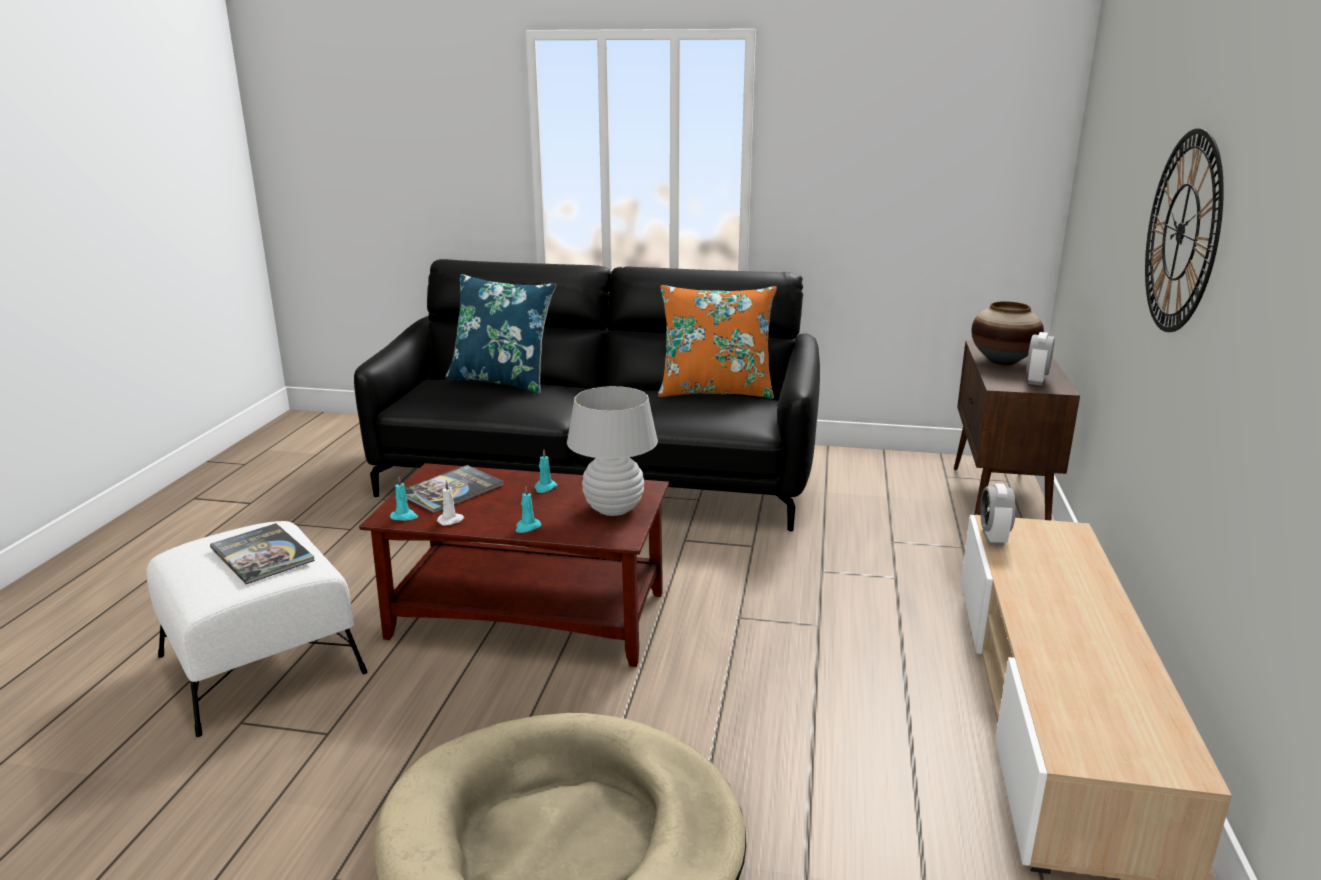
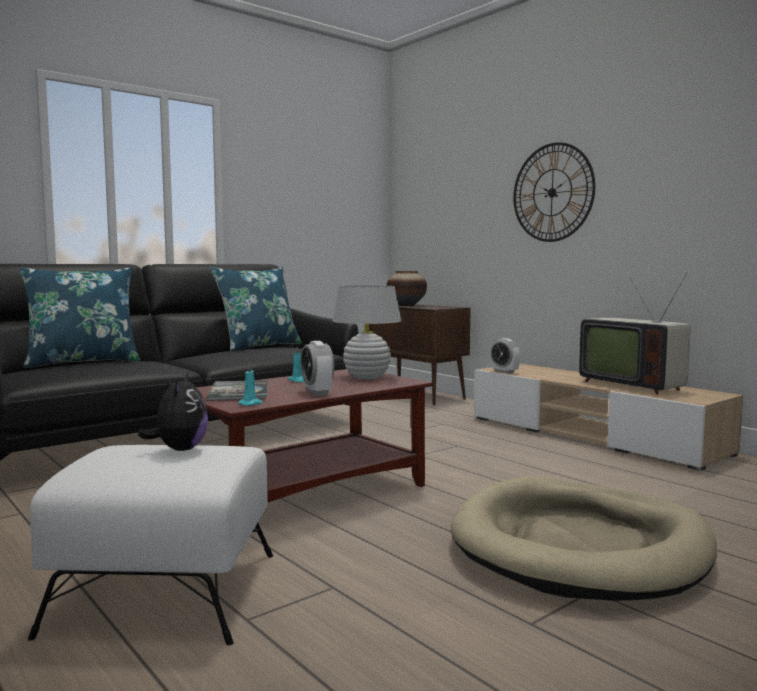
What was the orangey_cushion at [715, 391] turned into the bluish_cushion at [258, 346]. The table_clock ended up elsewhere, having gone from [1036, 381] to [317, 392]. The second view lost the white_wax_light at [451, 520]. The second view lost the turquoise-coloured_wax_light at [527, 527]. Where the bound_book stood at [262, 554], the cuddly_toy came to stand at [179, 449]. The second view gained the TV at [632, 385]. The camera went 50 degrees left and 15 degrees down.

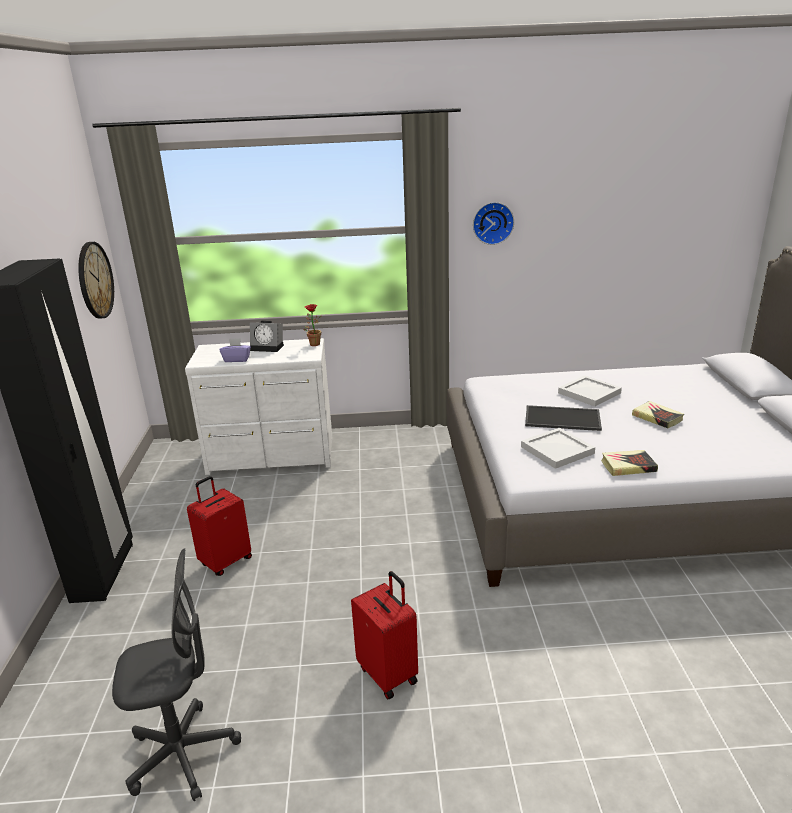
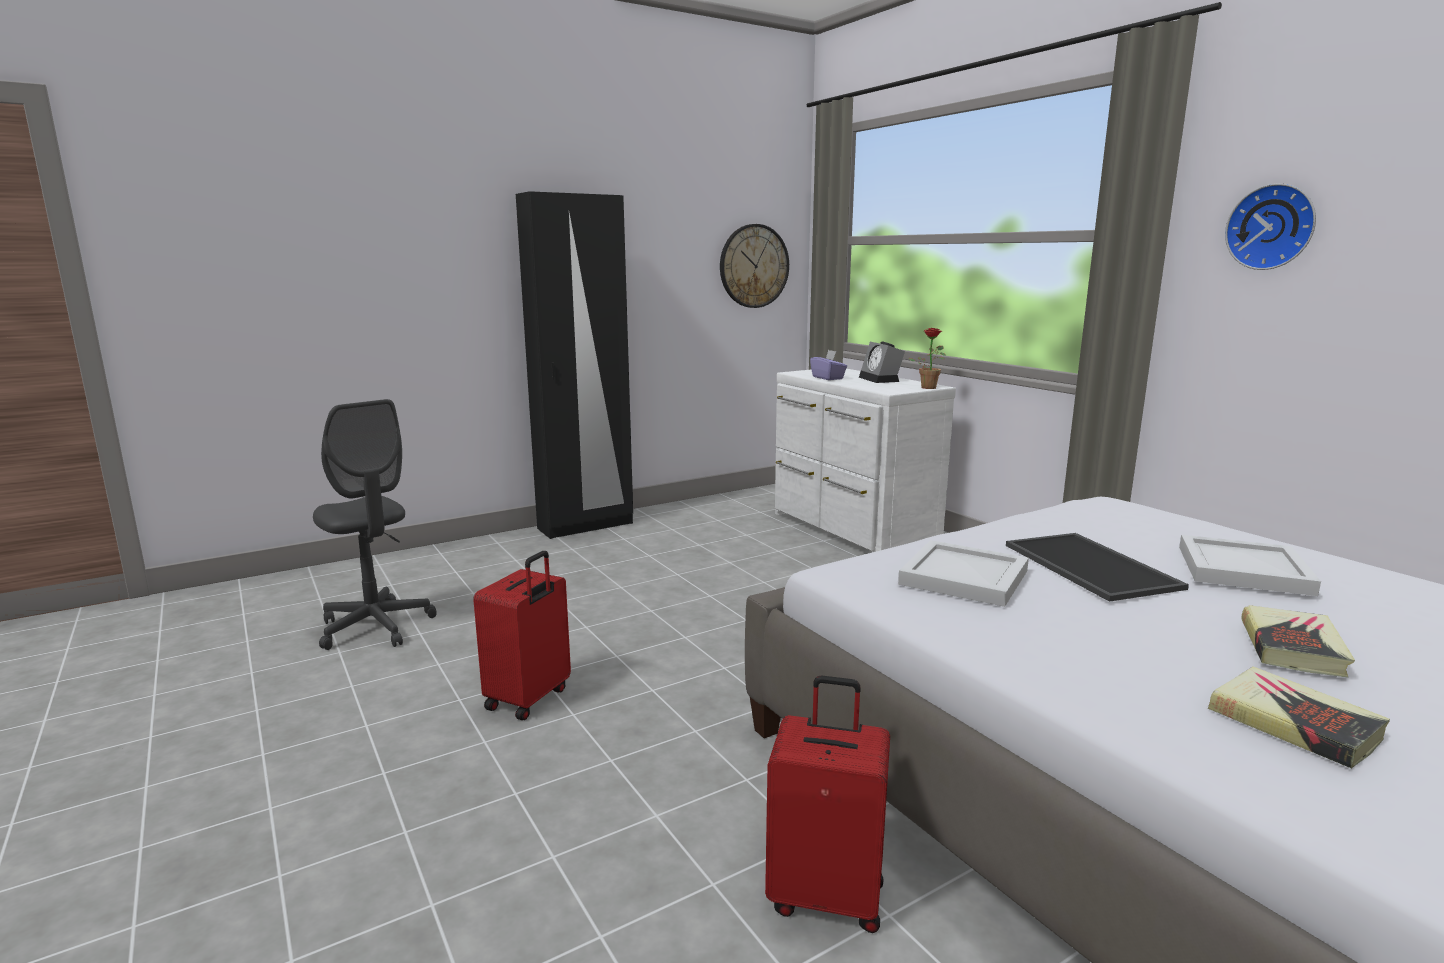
The bound_book ended up elsewhere, having gone from [628, 466] to [1293, 724]. The red_suitcase ended up elsewhere, having gone from [225, 561] to [827, 895]. The camera went 60 degrees right and 10 degrees down.

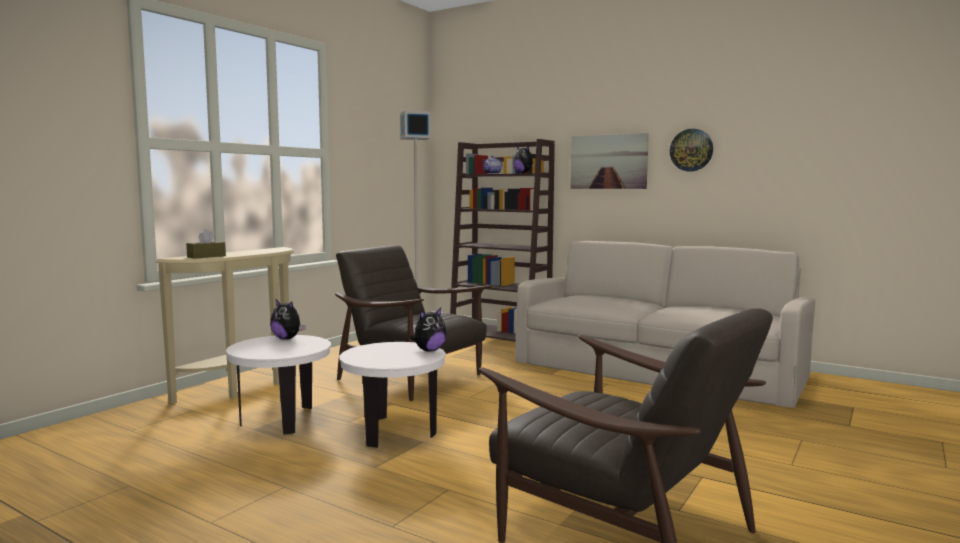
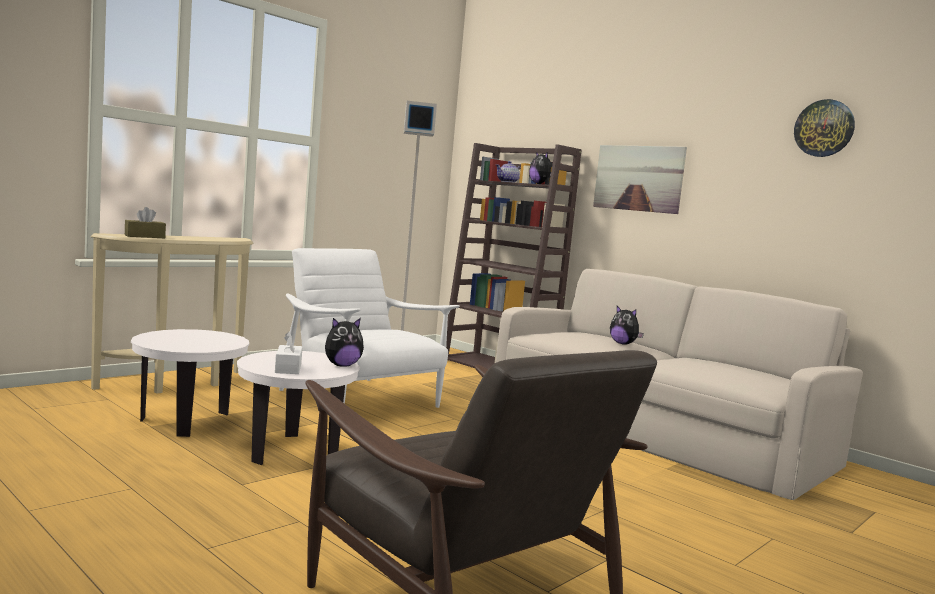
The wall_clock ended up elsewhere, having gone from [691, 150] to [824, 128]. What was the brownish_easy_chair at [412, 378] turned into the white_easy_chair at [361, 400]. The cuddly_toy ended up elsewhere, having gone from [287, 339] to [623, 344]. The second view gained the white_box_of_tissues at [288, 368]. The camera went 10 degrees right and 0 degrees up.

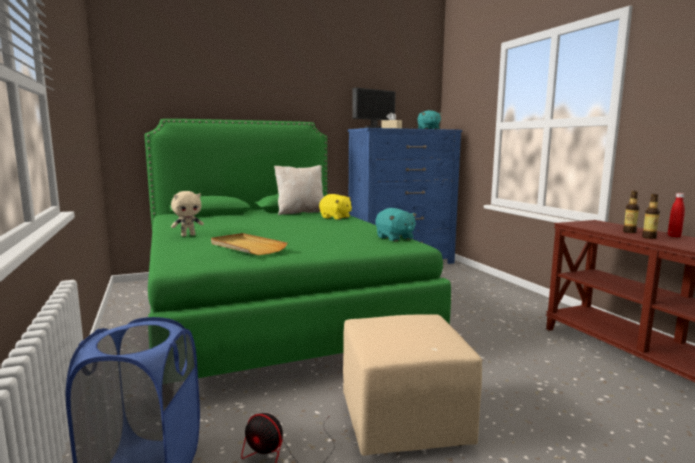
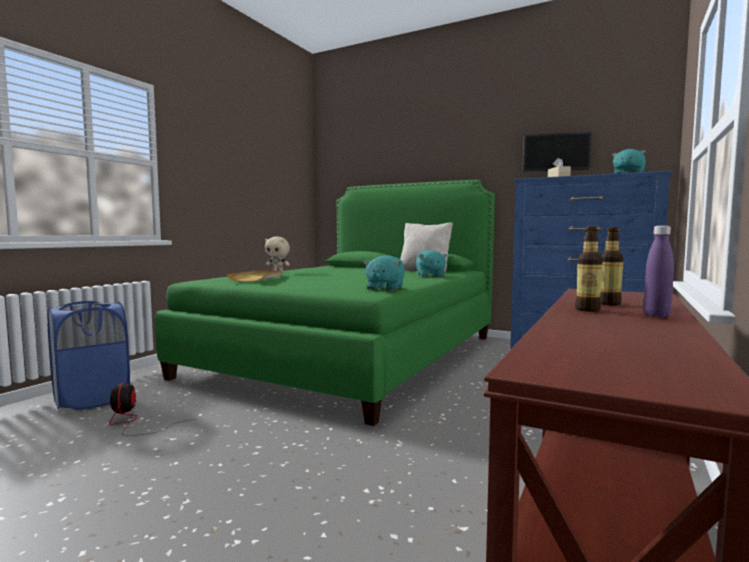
What was the red_bottle at [674, 236] turned into the purplish_bottle at [656, 316]. What was the yellowish_cuddly_toy at [335, 217] turned into the turquoise-coloured_cuddly_toy at [430, 275]. The second view lost the beige-coloured_pouffe at [405, 422]. The camera went 50 degrees right and 5 degrees down.

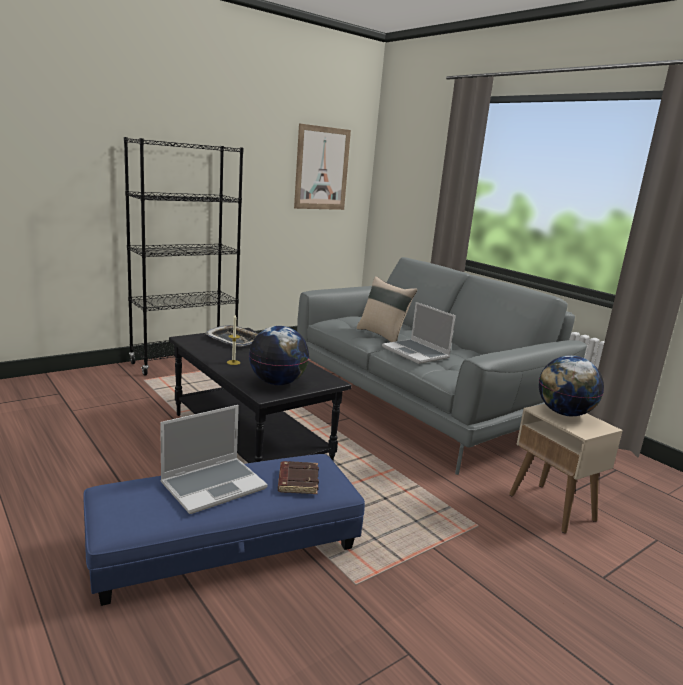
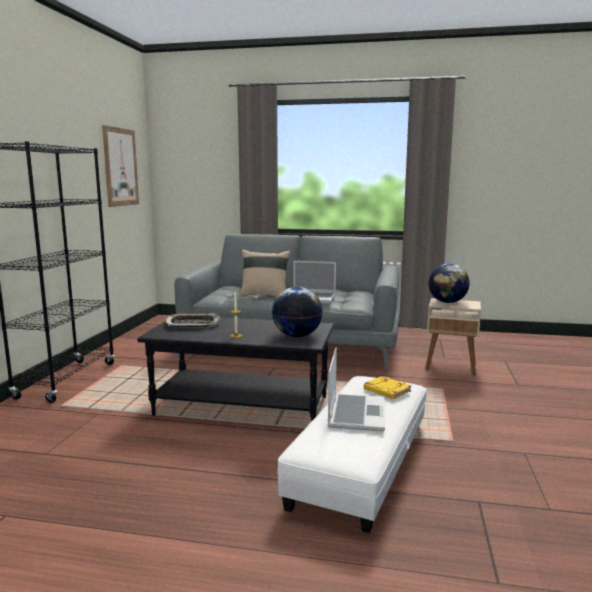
What was the bluish_pouffe at [226, 546] turned into the white_pouffe at [361, 463]. What was the brownish_bound_book at [297, 481] turned into the yellowish_bound_book at [386, 391]. The camera went 40 degrees left and 5 degrees down.

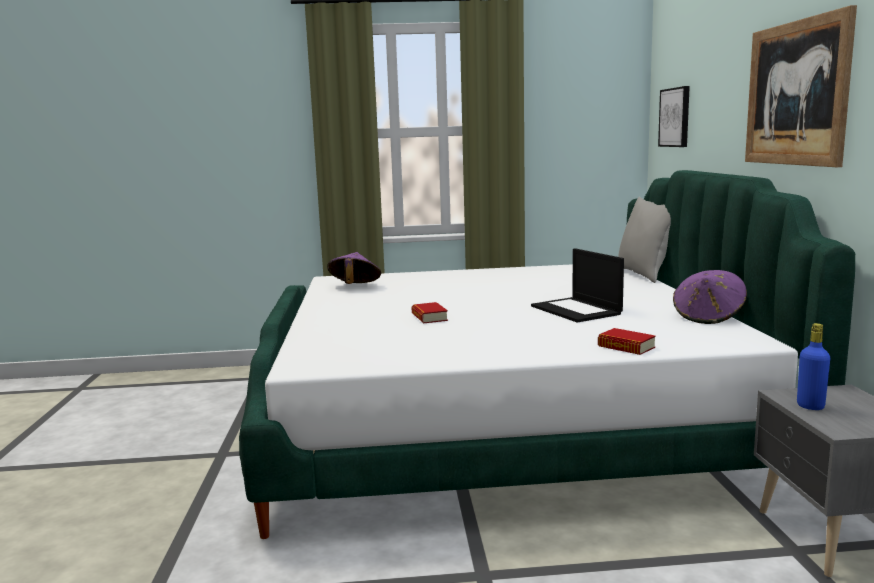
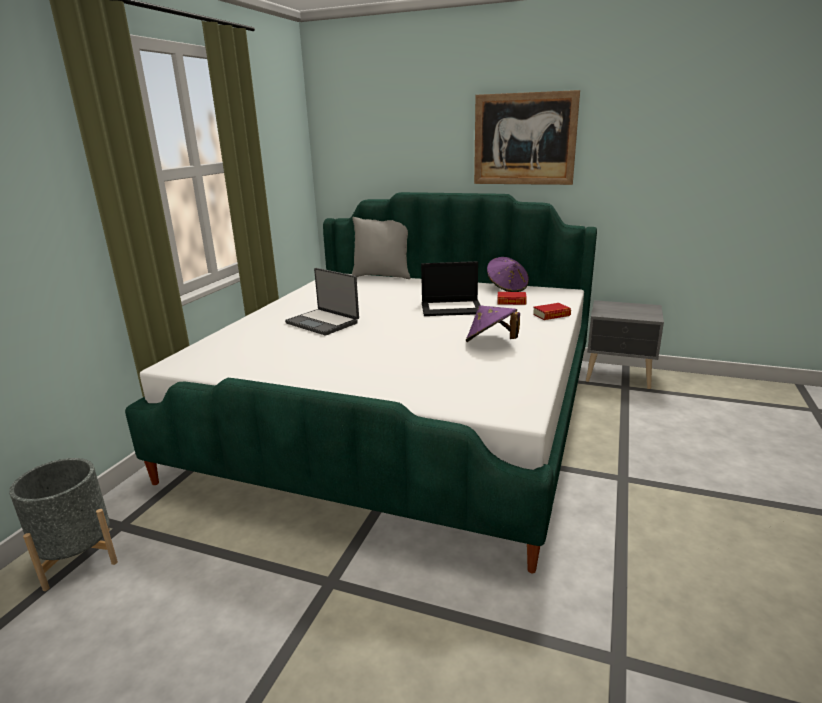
The second view lost the picture at [675, 117]. The purplish_clothing_hat ended up elsewhere, having gone from [354, 287] to [491, 342]. The bound_book ended up elsewhere, having gone from [429, 317] to [511, 302]. The second view lost the bluish_bottle at [810, 406]. The second view gained the notebook_computer at [323, 323]. The second view gained the gray_plant_pot at [78, 557]. The camera went 65 degrees left and 10 degrees up.

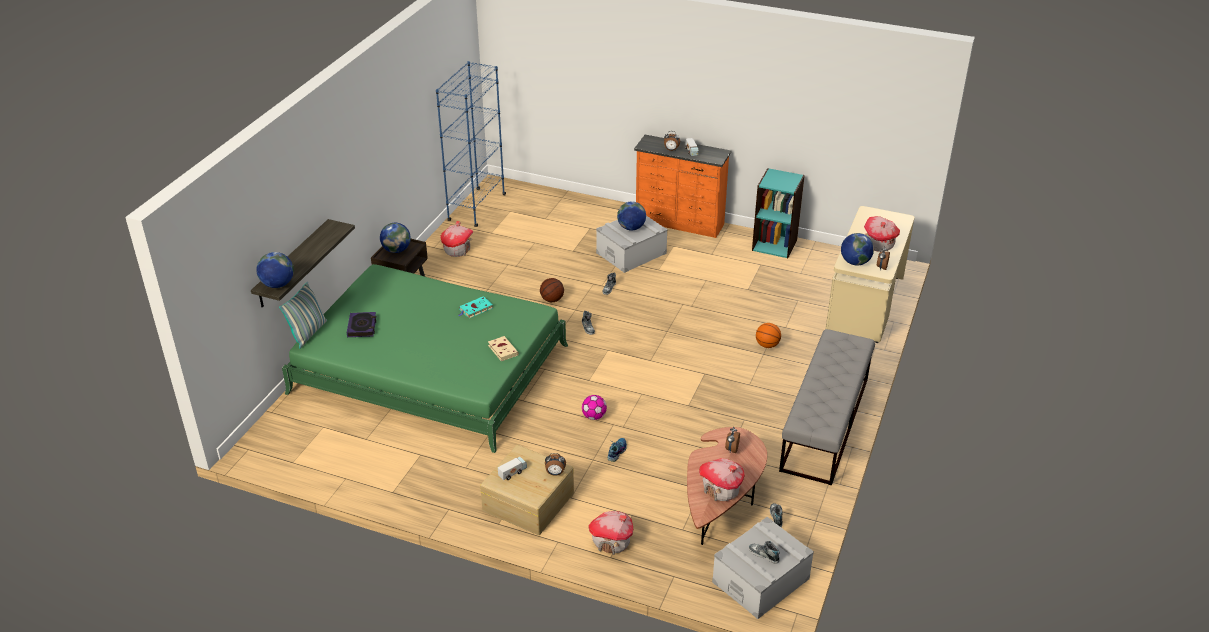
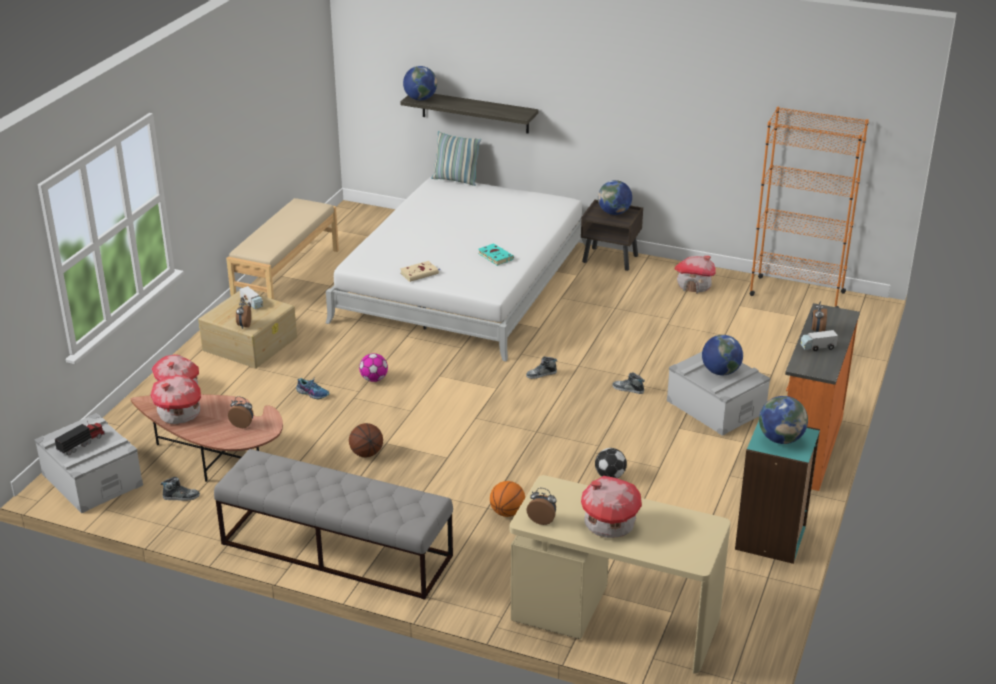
What was the bluish_shelving_unit at [476, 208] turned into the orangey_shelving_unit at [796, 293]. The desk_globe ended up elsewhere, having gone from [855, 262] to [781, 439]. What was the greenish_sleeping_bed at [430, 369] turned into the white_sleeping_bed at [463, 282]. The basketball ended up elsewhere, having gone from [552, 300] to [366, 453]. The second view lost the bound_book at [362, 327]. Where the shoe stood at [764, 555], the toy_lorry came to stand at [82, 443]. The second view gained the beige-coloured_long_seat at [286, 276]. The second view gained the ball_for_football at [610, 476]. The camera went 90 degrees right and 5 degrees down.

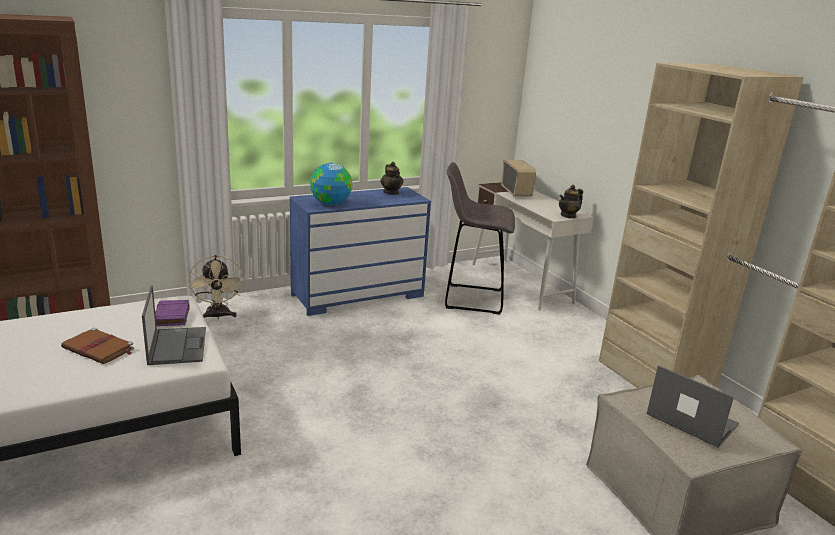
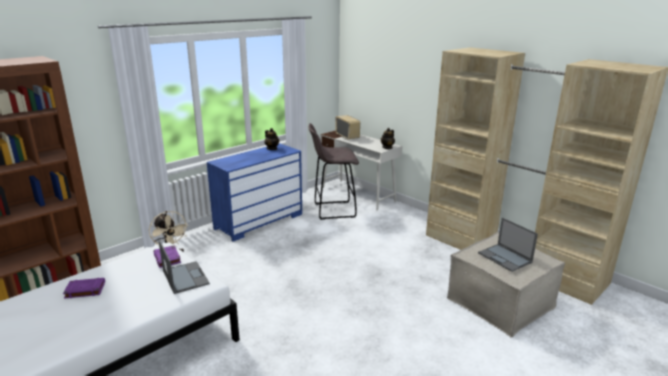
The second view lost the desk_globe at [330, 204]. The second view lost the brownish_bound_book at [99, 349]. The notebook_computer at [690, 419] ended up facing another way, 150 degrees counterclockwise from before. The second view gained the purplish_bound_book at [84, 290]. The camera went 15 degrees left and 0 degrees up.

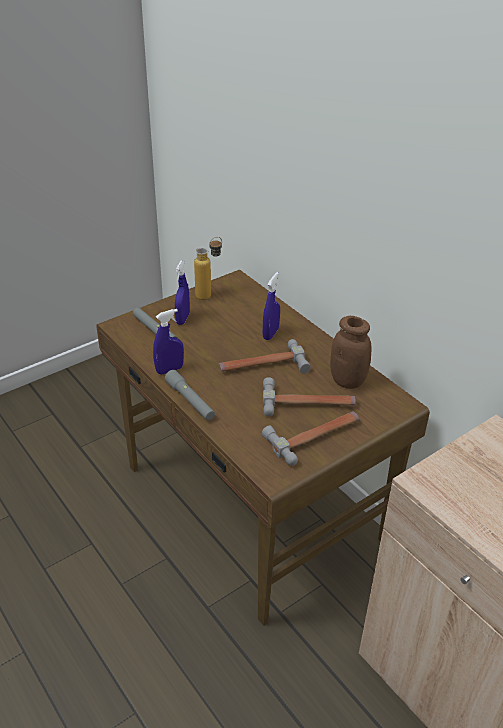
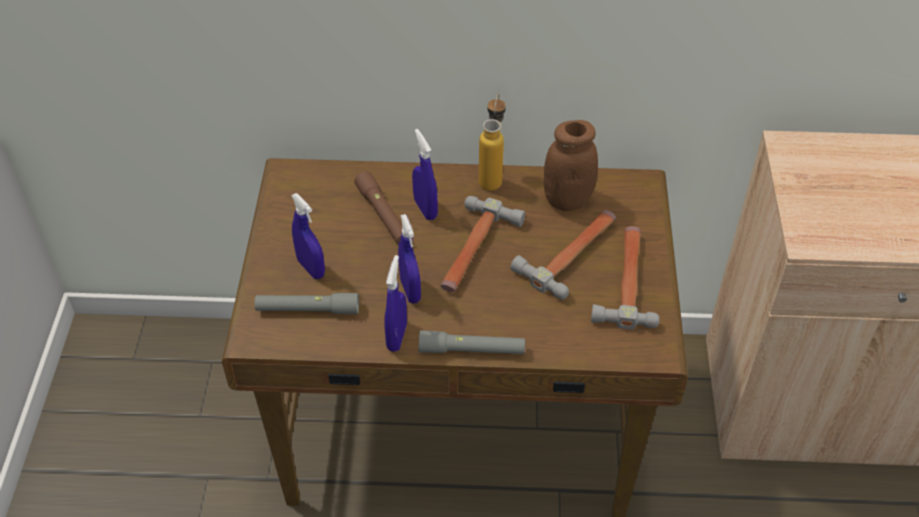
The bottle ended up elsewhere, having gone from [209, 294] to [492, 176]. The second view gained the brownish_torch at [383, 215]. The second view gained the bluish_hand_sprayer at [410, 290]. The camera went 50 degrees left and 10 degrees up.

